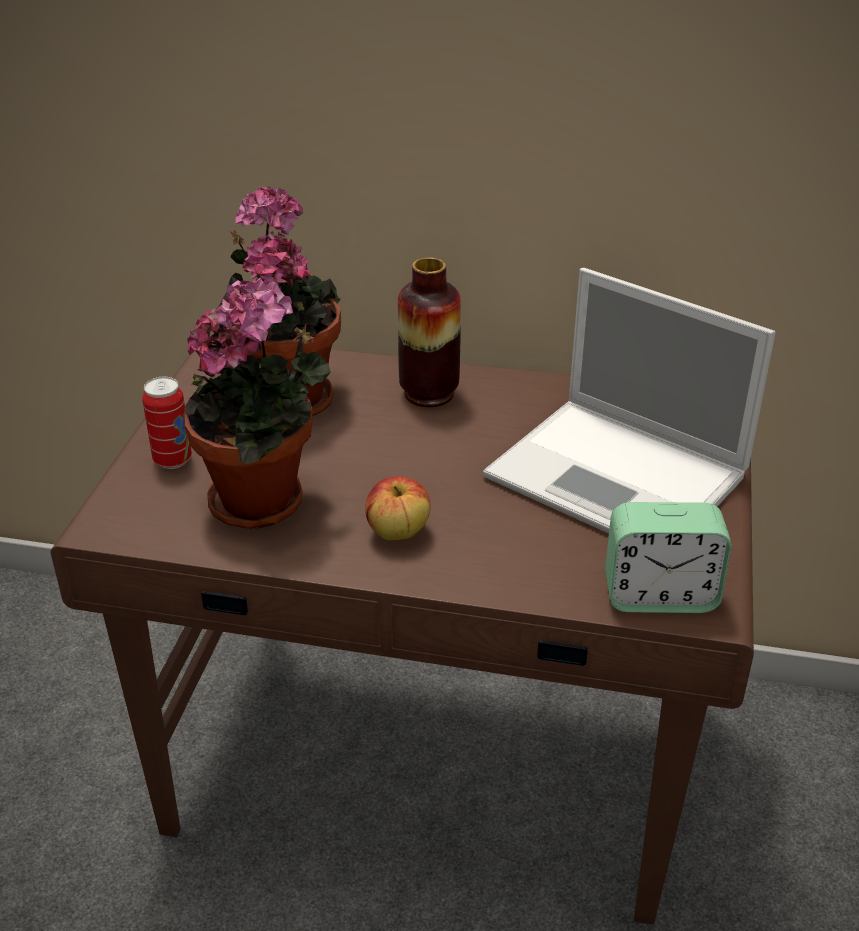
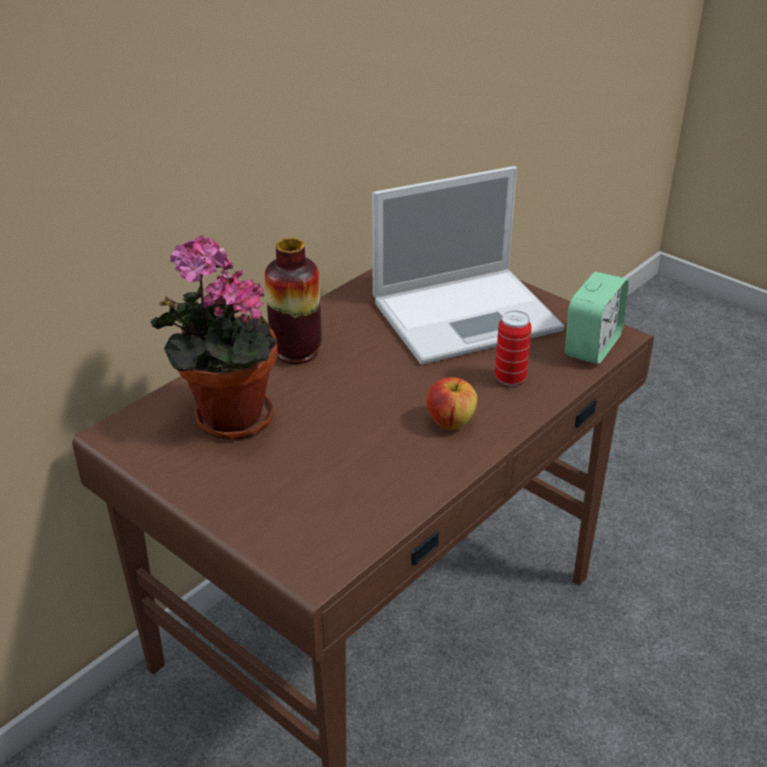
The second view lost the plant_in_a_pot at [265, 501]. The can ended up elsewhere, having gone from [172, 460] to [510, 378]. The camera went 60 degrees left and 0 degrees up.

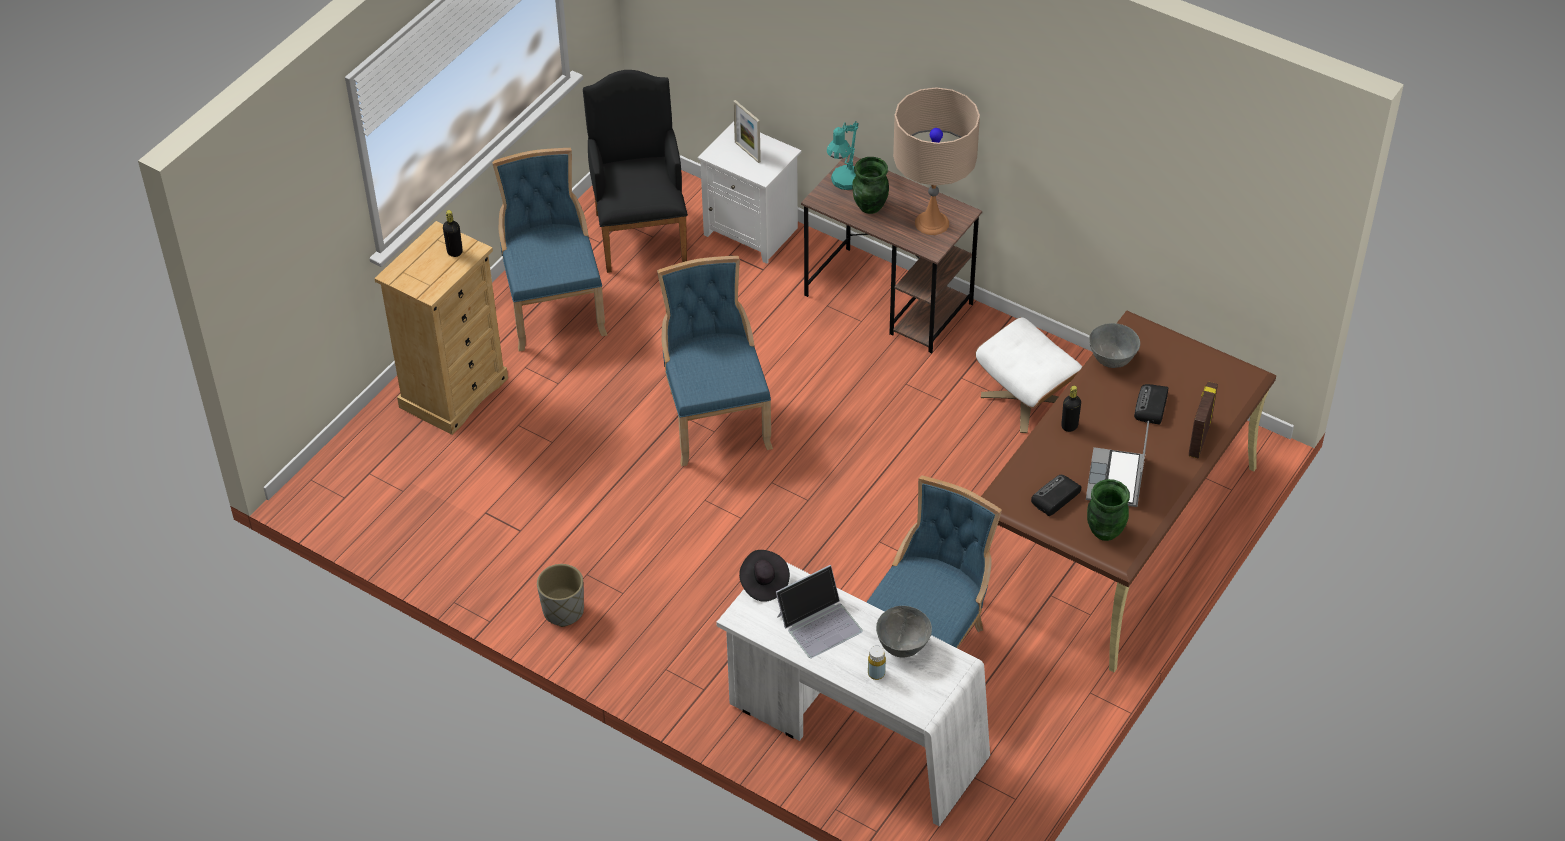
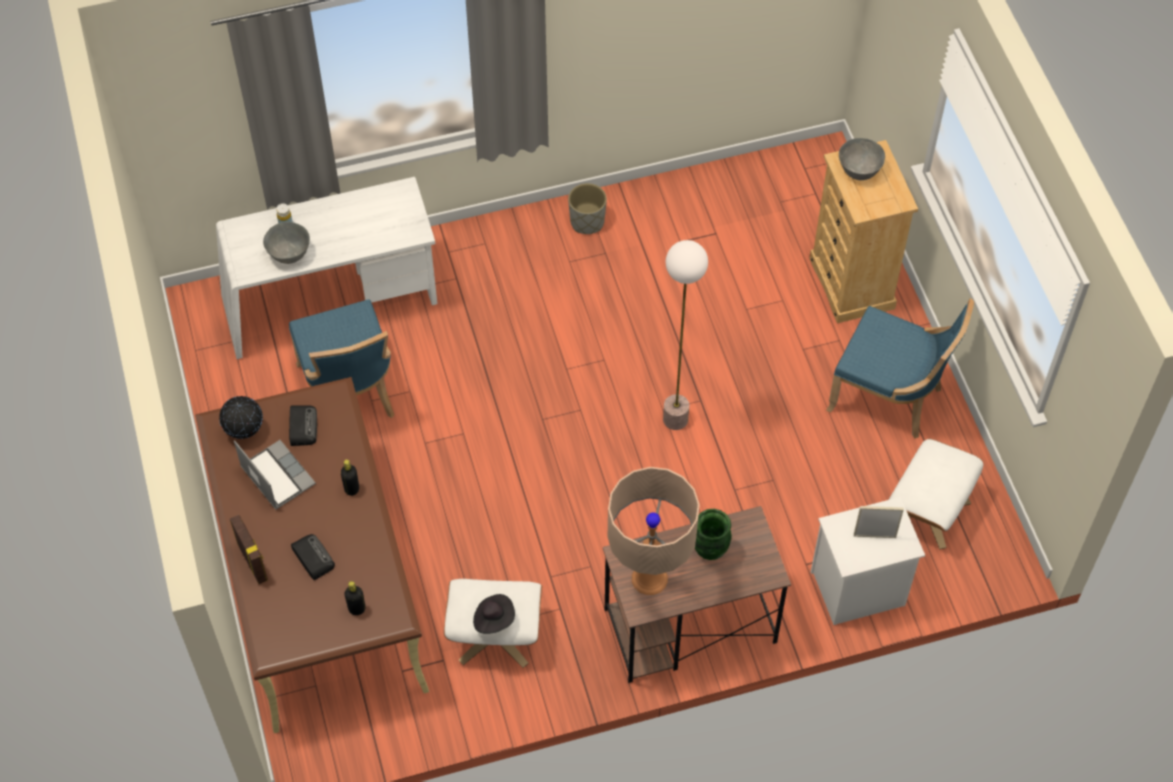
Where the black_easy_chair stood at [640, 231], the white_pouffe came to stand at [928, 511]. The second view lost the turquoise-coloured_lamp_for_a_table at [844, 184]. The black_bottle ended up elsewhere, having gone from [454, 252] to [357, 609]. Where the bluish_chair stood at [715, 418], the standing_lamp came to stand at [675, 419]. The gray_deep_dish ended up elsewhere, having gone from [1112, 360] to [859, 171]. Where the greenish_vase stood at [1105, 531], the desk_globe came to stand at [244, 431]. The black_clothing_hat ended up elsewhere, having gone from [763, 583] to [494, 619]. The second view lost the notebook_computer at [819, 623]. The camera went 130 degrees right and 10 degrees up.

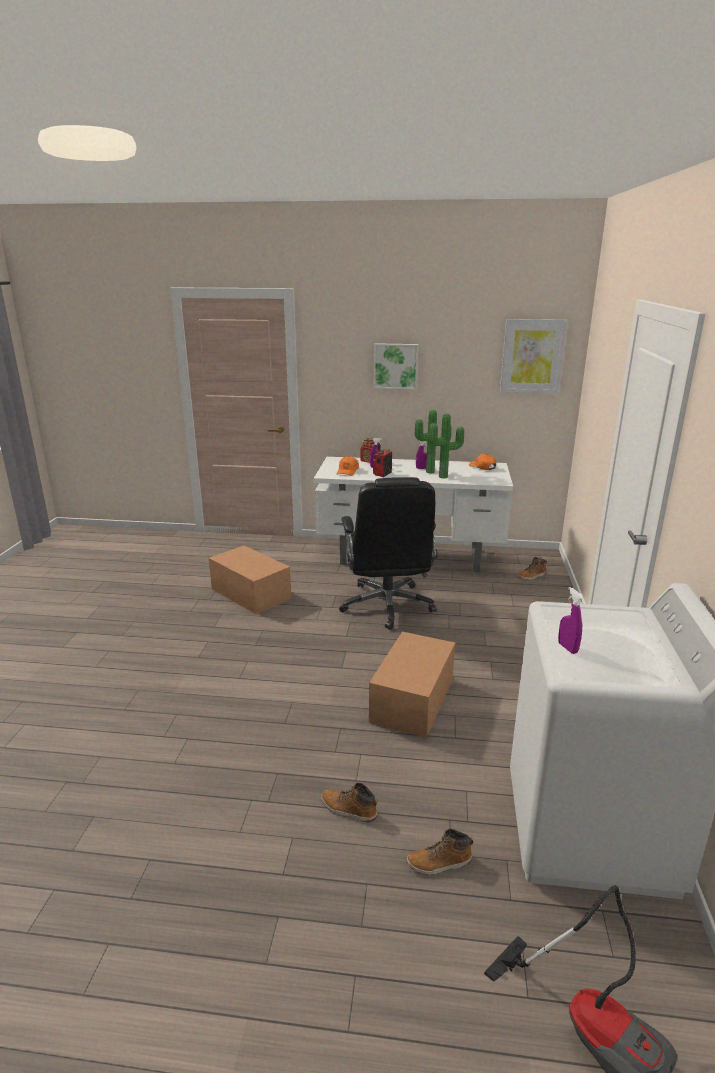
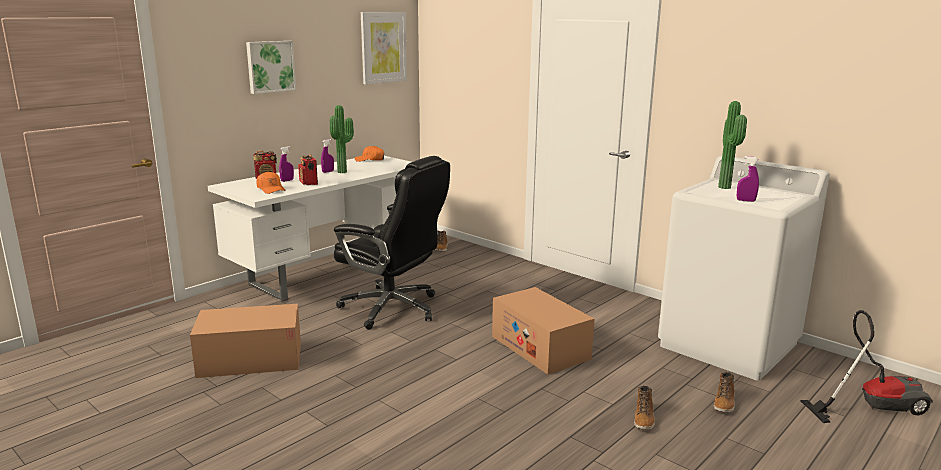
The plant_in_a_pot ended up elsewhere, having gone from [444, 477] to [727, 187]. The boot at [348, 809] ended up facing another way, 45 degrees counterclockwise from before. The camera went 55 degrees left and 5 degrees down.

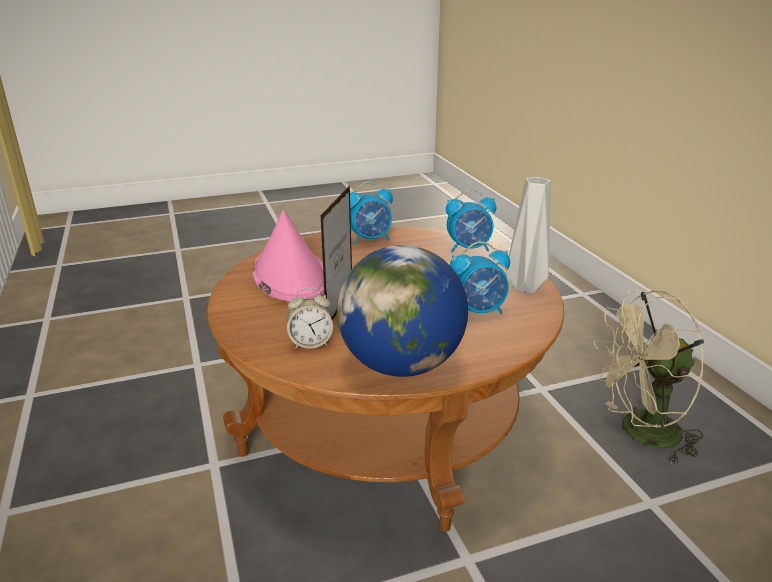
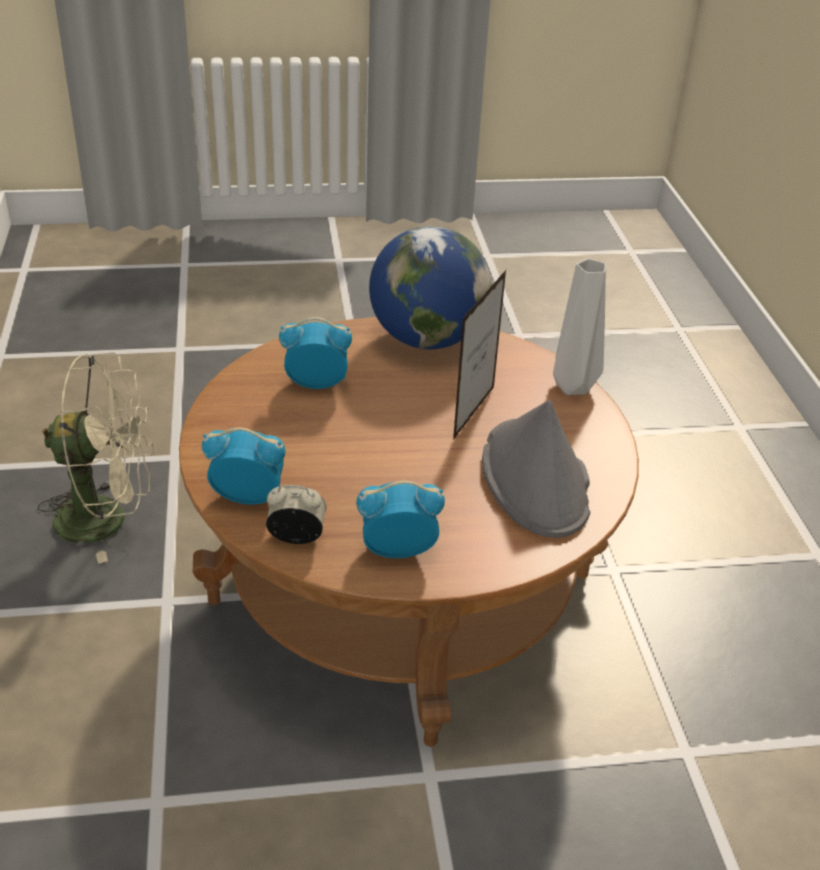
The gray_vase ended up elsewhere, having gone from [527, 288] to [571, 386]. What was the pink_clothing_hat at [289, 276] turned into the gray_clothing_hat at [536, 479]. The table_clock ended up elsewhere, having gone from [311, 343] to [296, 537]. The camera went 170 degrees left and 10 degrees up.

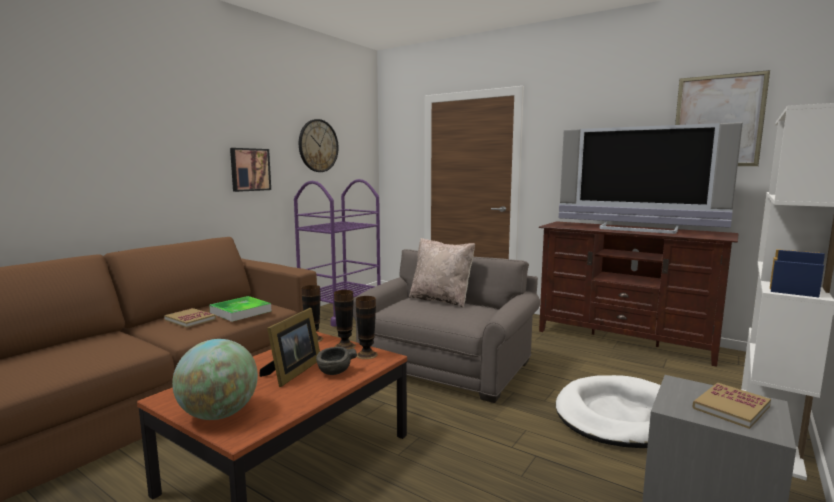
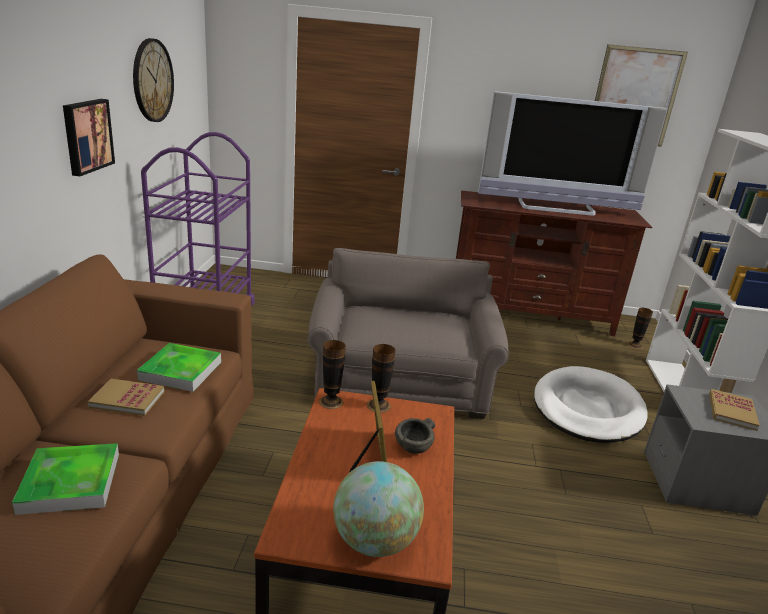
The second view lost the beige-coloured_cushion at [441, 300]. The vase ended up elsewhere, having gone from [366, 354] to [635, 345]. The second view gained the serving_tray at [70, 482]. The camera went 30 degrees left and 15 degrees up.

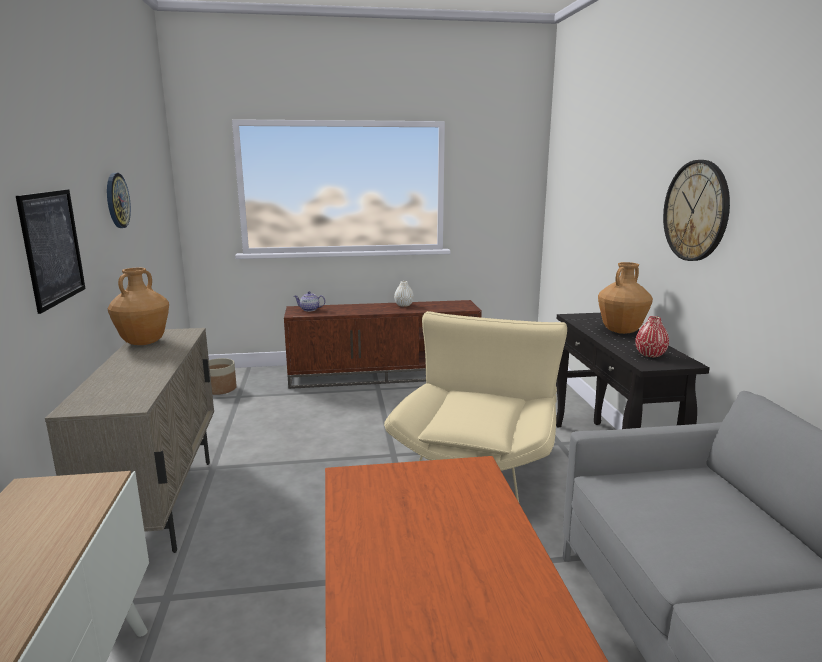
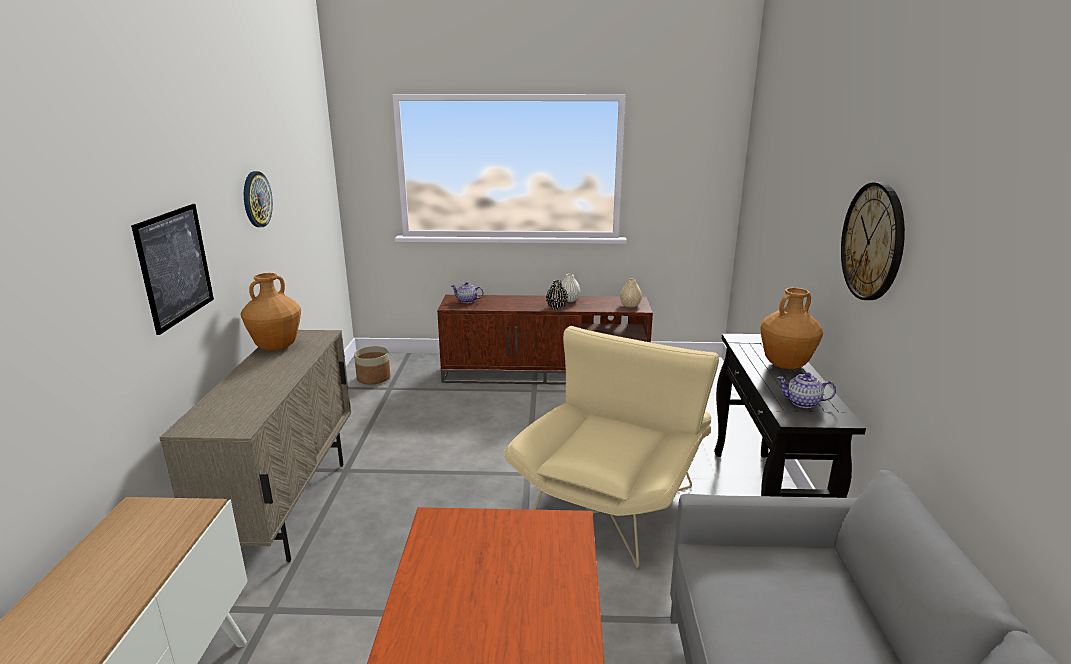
Where the red_vase stood at [650, 354], the teapot came to stand at [803, 403]. The second view gained the beige-coloured_vase at [630, 305]. The second view gained the black_vase at [556, 307]. The camera went 10 degrees right and 5 degrees up.

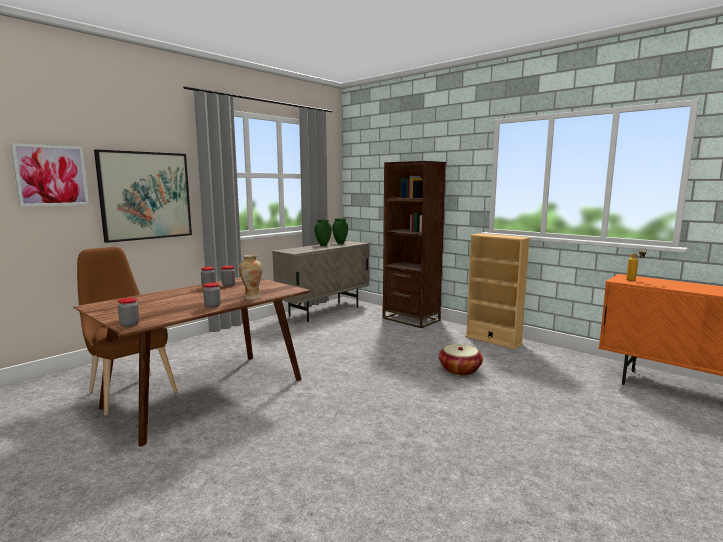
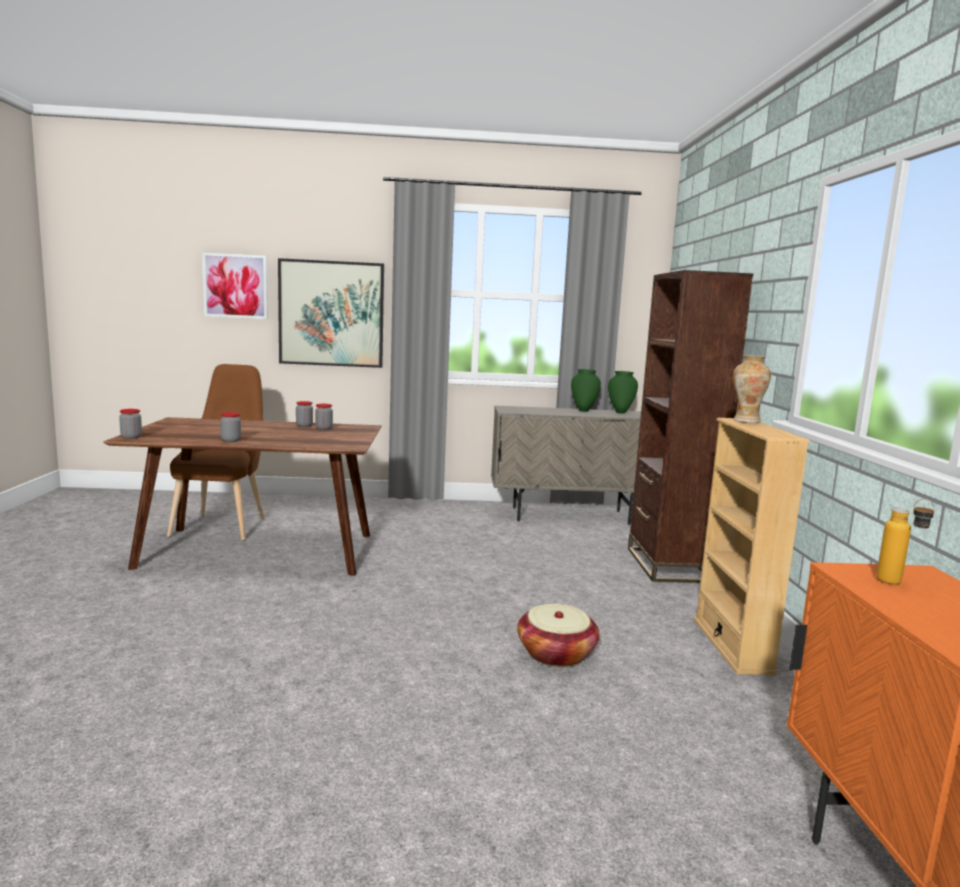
The vase ended up elsewhere, having gone from [252, 297] to [746, 421]. The camera went 45 degrees right and 0 degrees up.

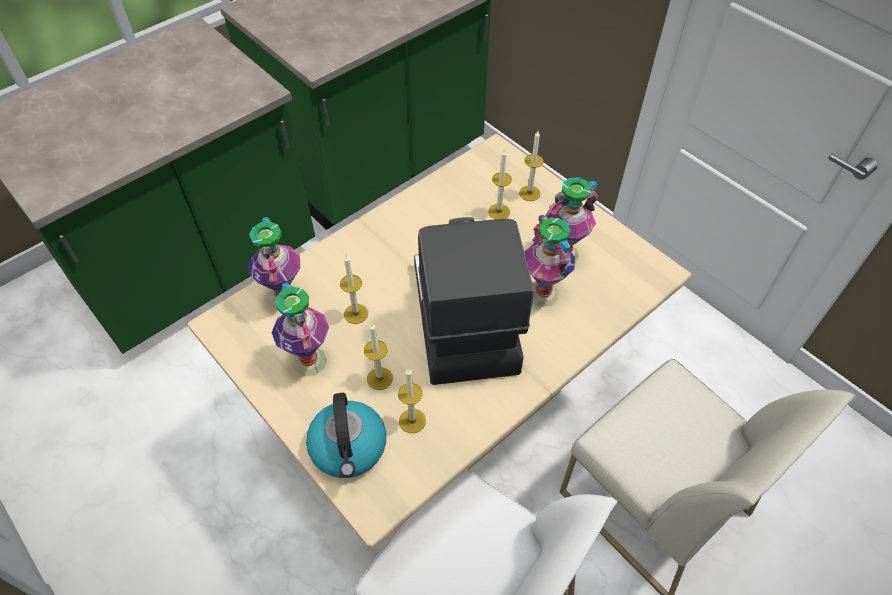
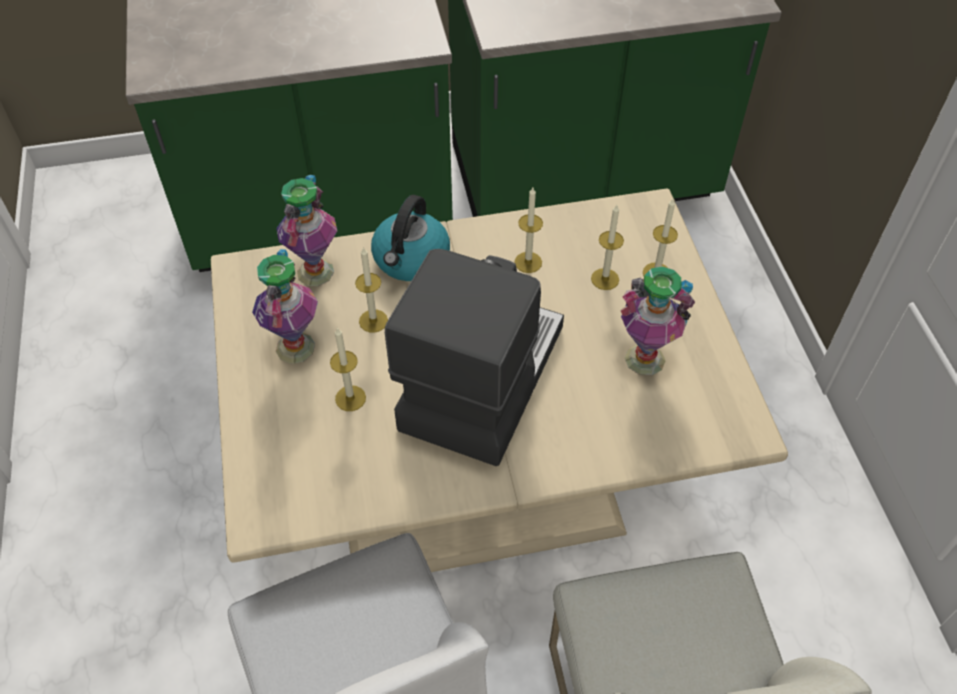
The second view lost the vase at [543, 293]. The wax_light ended up elsewhere, having gone from [412, 421] to [528, 262]. The kettle ended up elsewhere, having gone from [349, 448] to [411, 259]. The camera went 30 degrees right and 0 degrees up.

